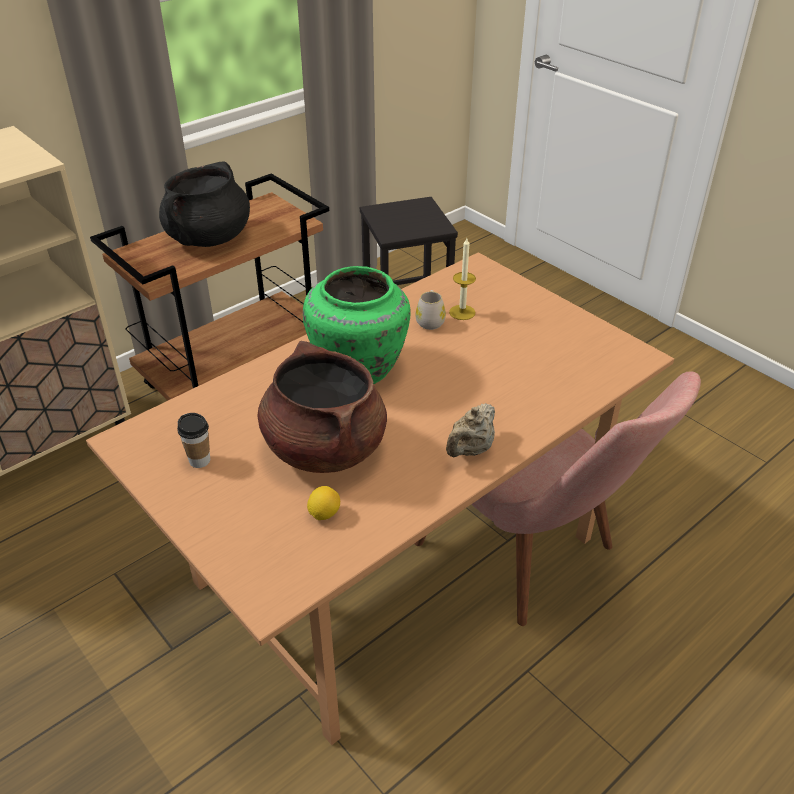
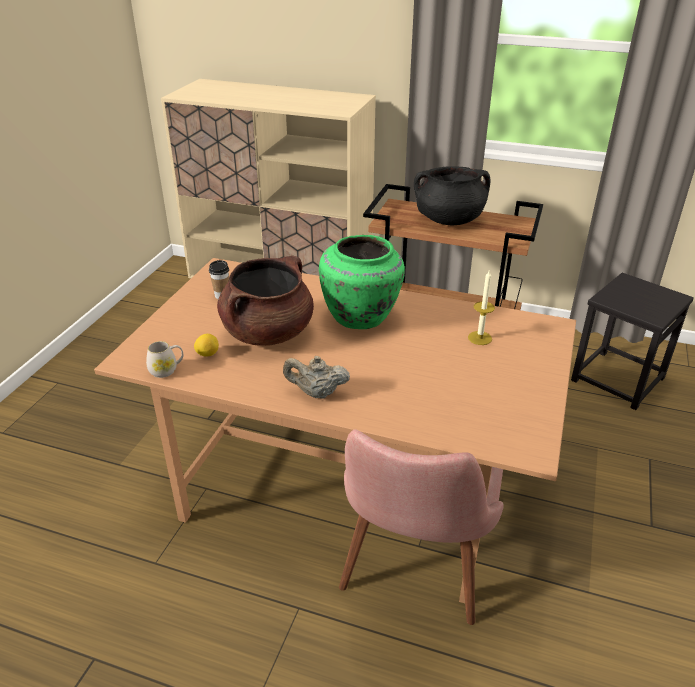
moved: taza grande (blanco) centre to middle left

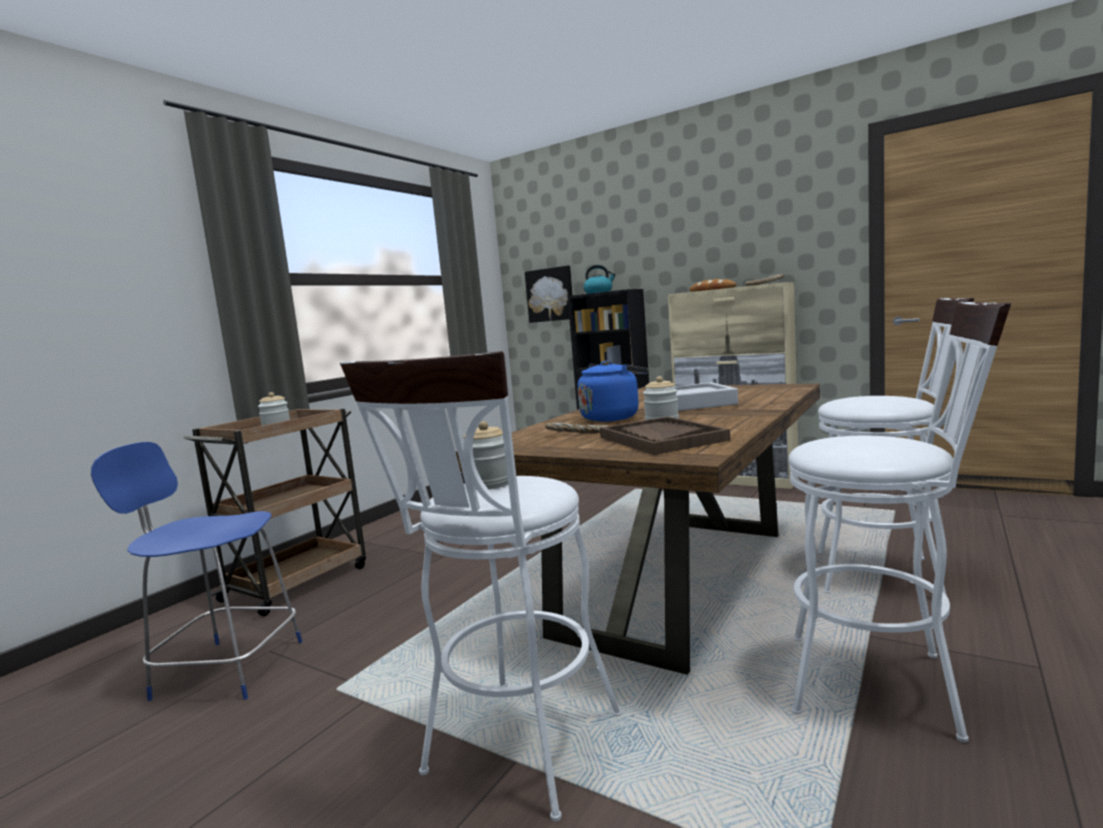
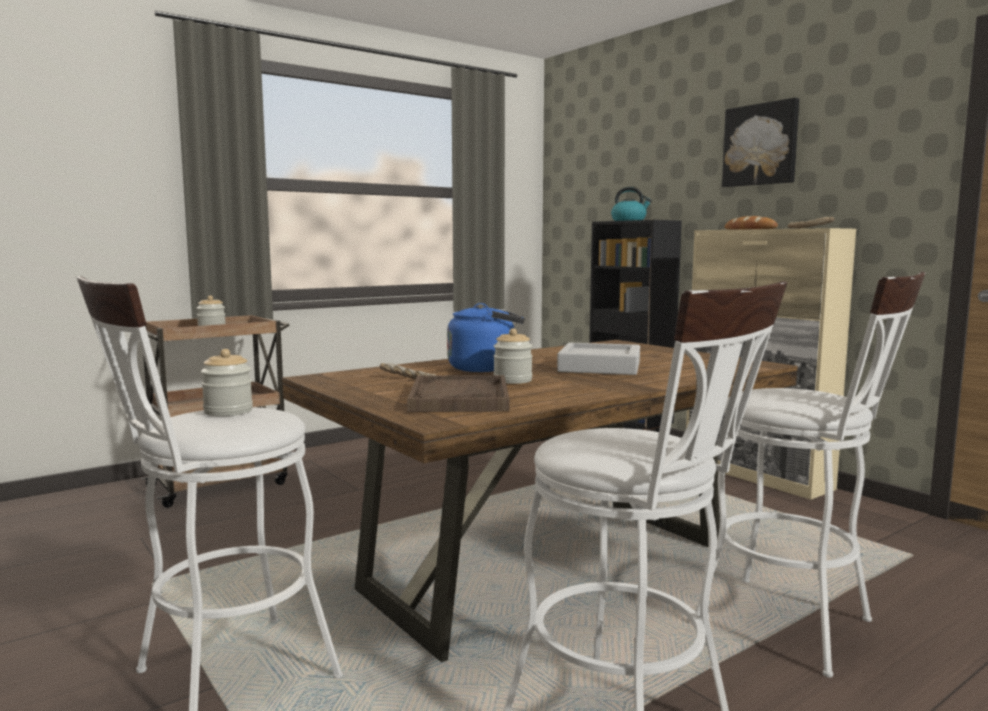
removed: silla (azul) bottom left
moved: cuadro centre to top right

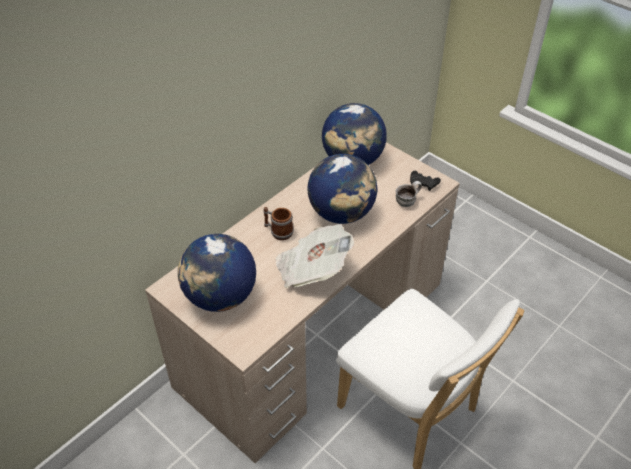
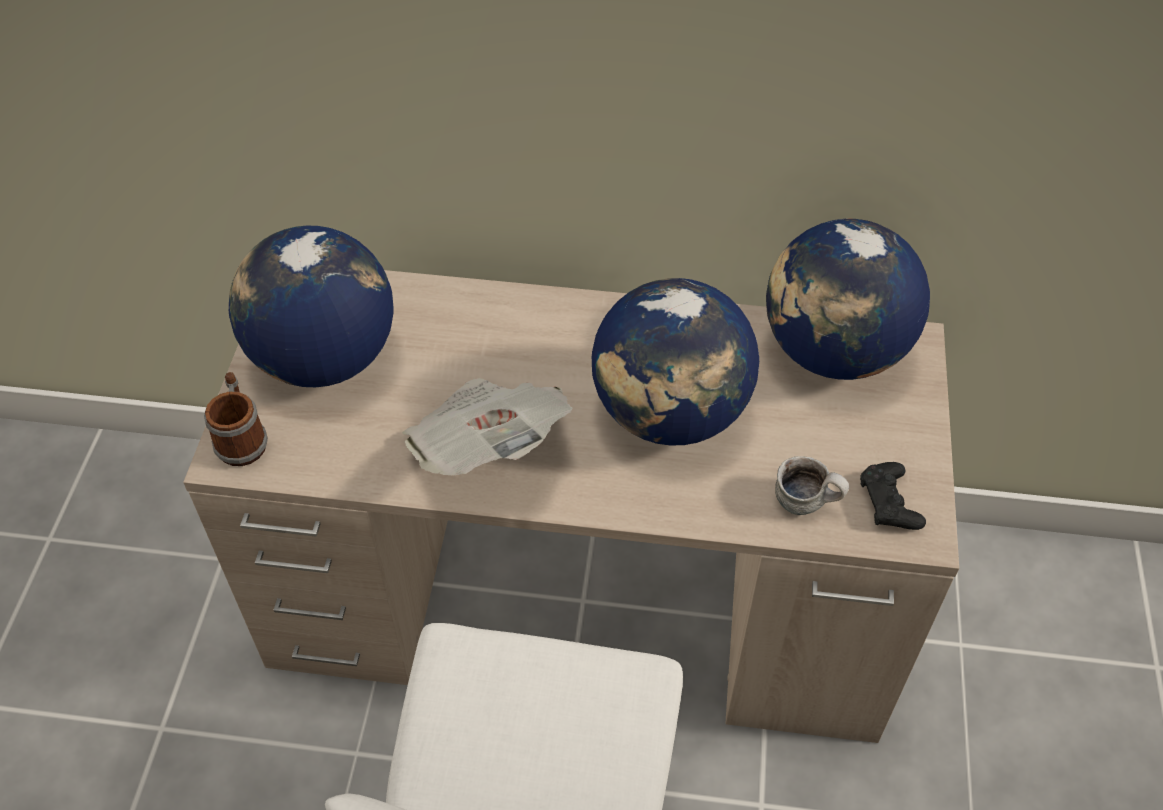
moved: taza grande (1st from left) centre to middle left

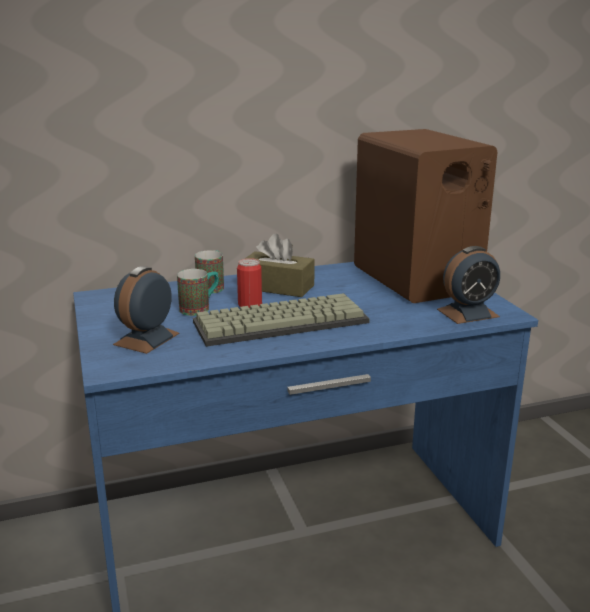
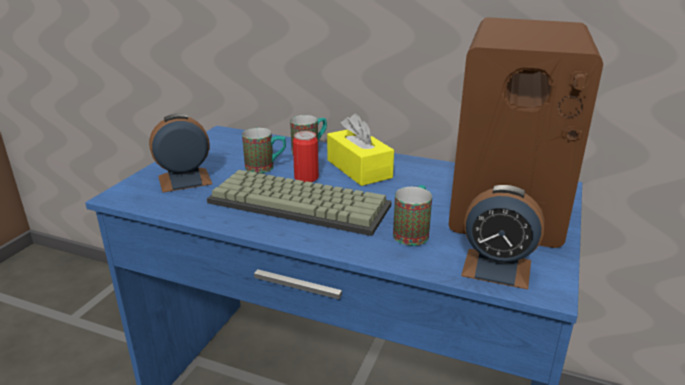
added: taza grande (3rd from left) centre
recoloured: caja de pañuelos (marrón) centre to caja de pañuelos (amarillo) centre

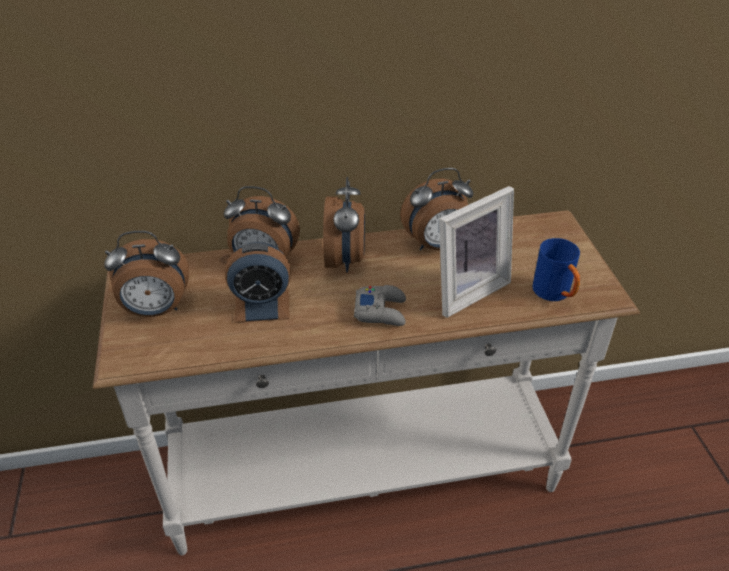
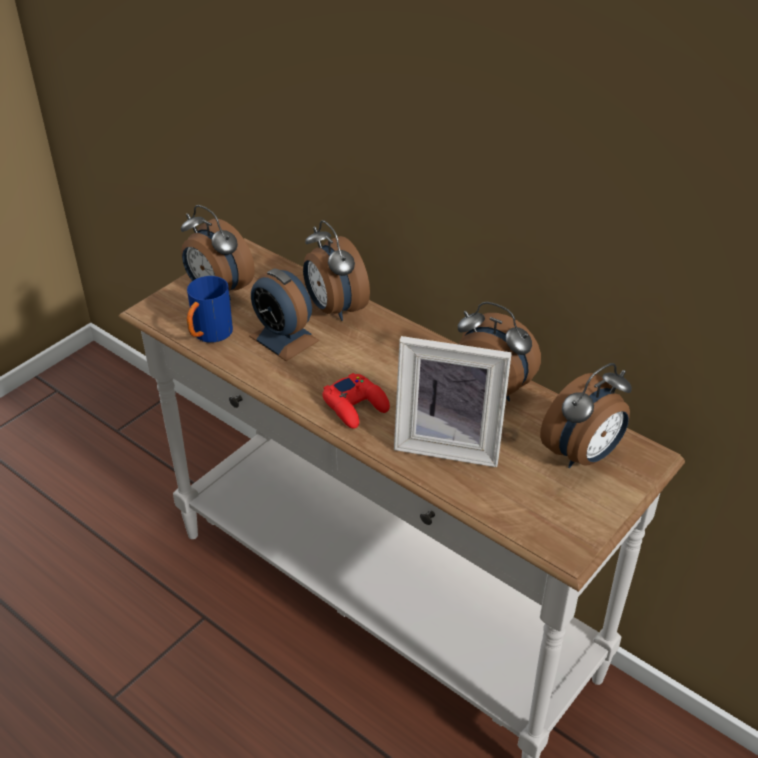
moved: taza grande (azul) middle right to middle left; despertador (4th from left in the first image) centre to despertador (5th from left) middle right
recoloured: mando de consola (gris) centre to mando de consola (rojo) centre

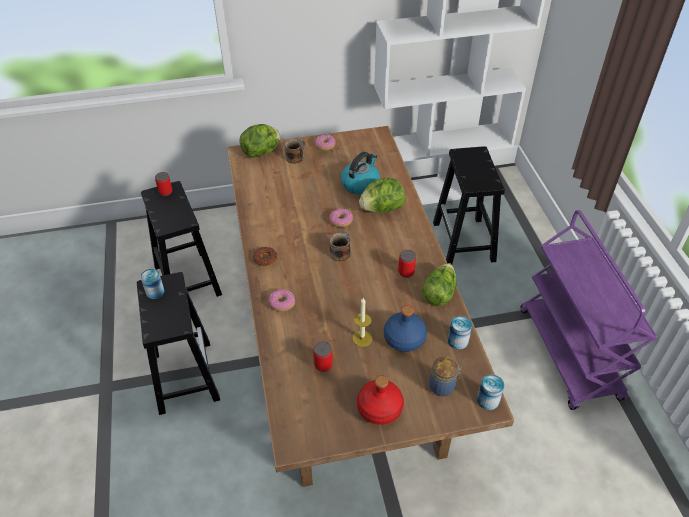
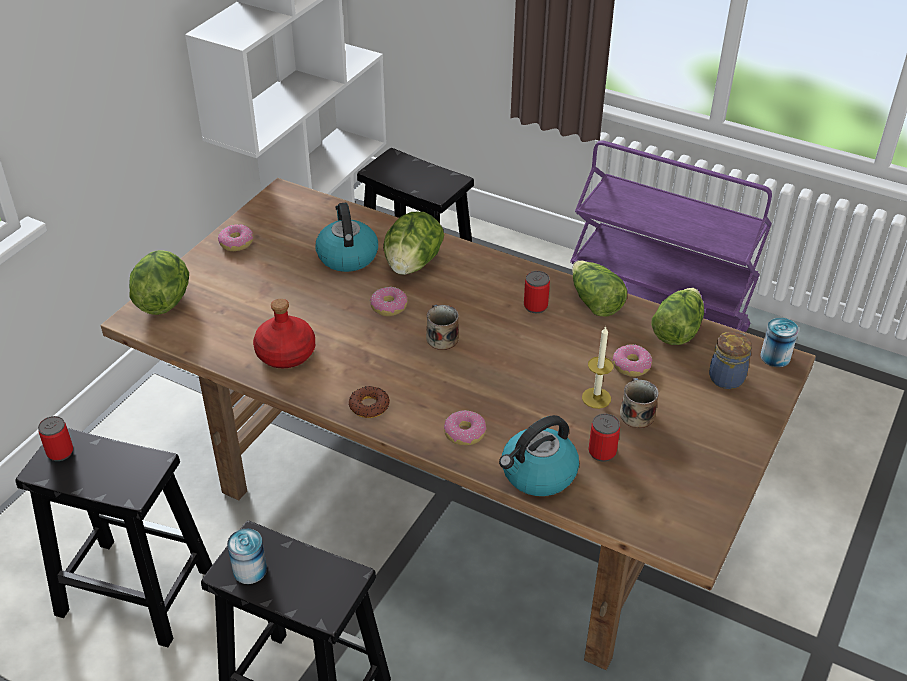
added: hervidor (2nd from left) bottom centre
moved: botella (rojo) bottom centre to middle left; taza grande (1st from left in the first image) top centre to taza grande (2nd from left) middle right
replaced: botella (azul) centre to rosquilla (5th from left) middle right; lata (5th from left) middle right to lechuga (4th from left) middle right

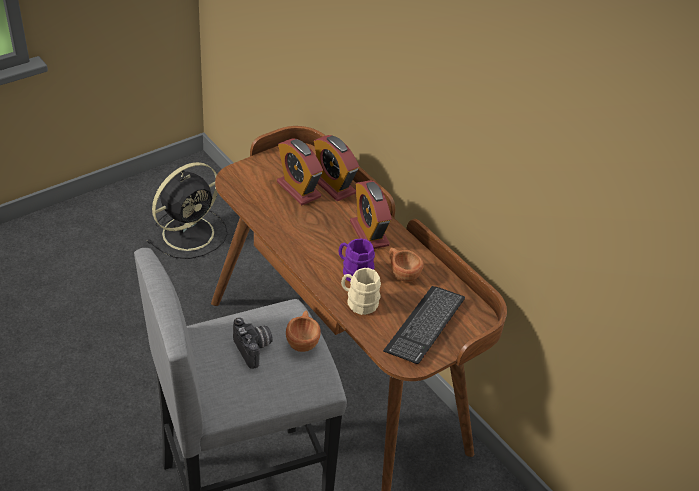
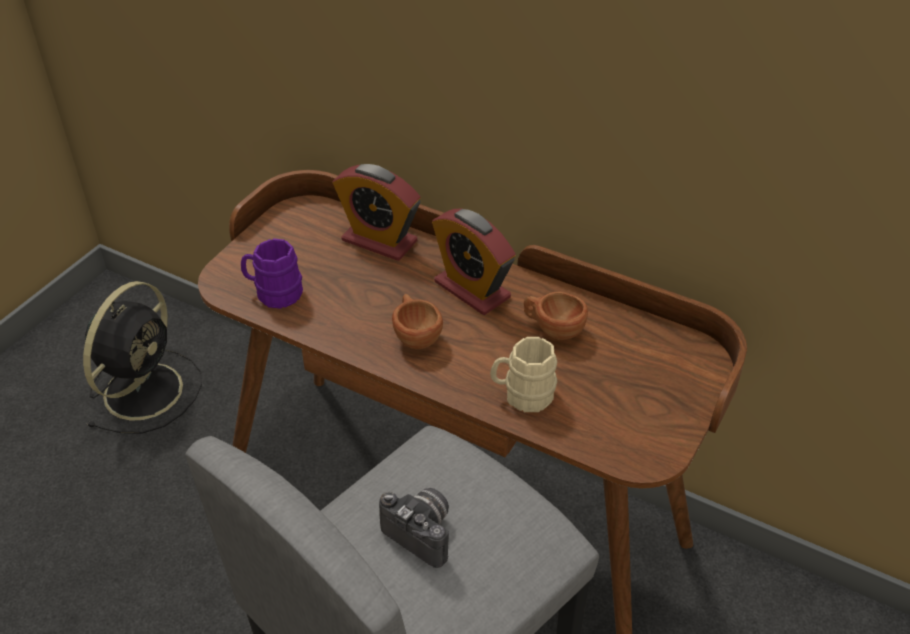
removed: despertador (1st from left) centre; teclado centre
moved: taza grande (morado) centre to middle left; taza (marrón) (1st from left) bottom centre to centre

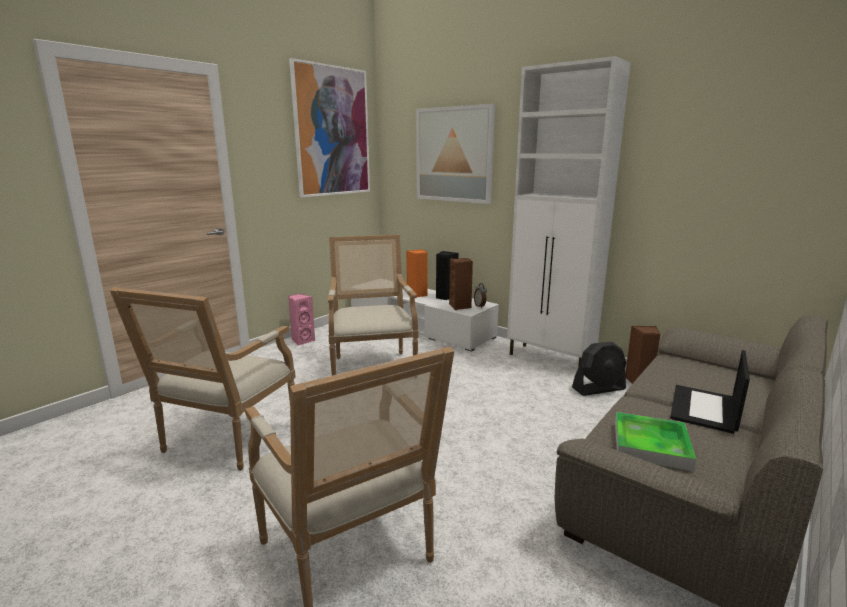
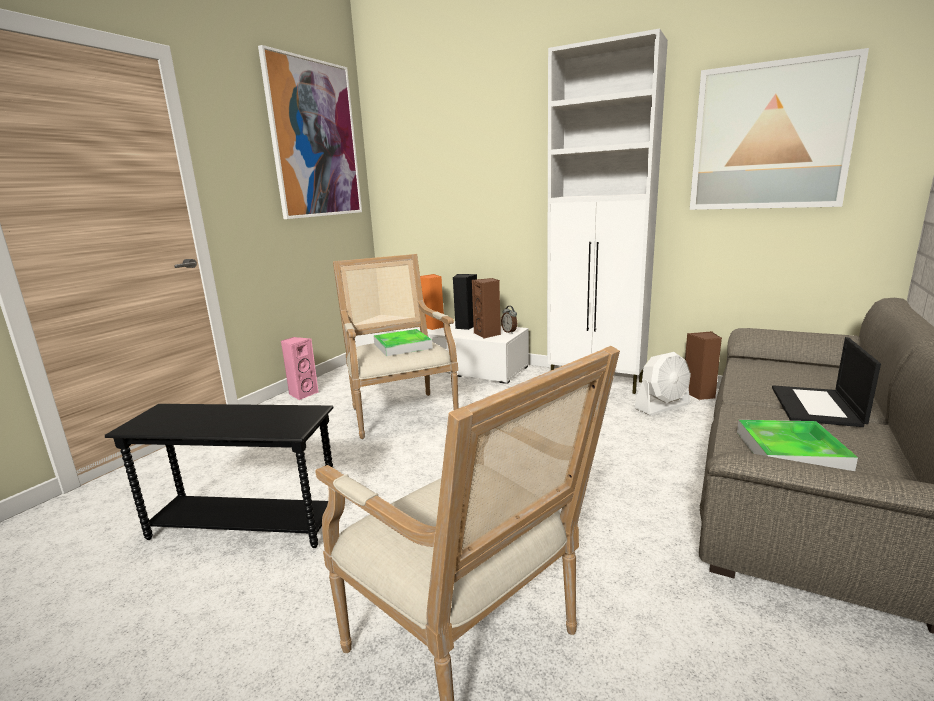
added: bandeja (1st from left) centre
moved: cuadro (2nd from left) top centre to top right
replaced: sillón (1st from left) middle left to mesa auxiliar (negro) bottom left
recoloured: ventilador (negro) middle right to ventilador (blanco) middle right

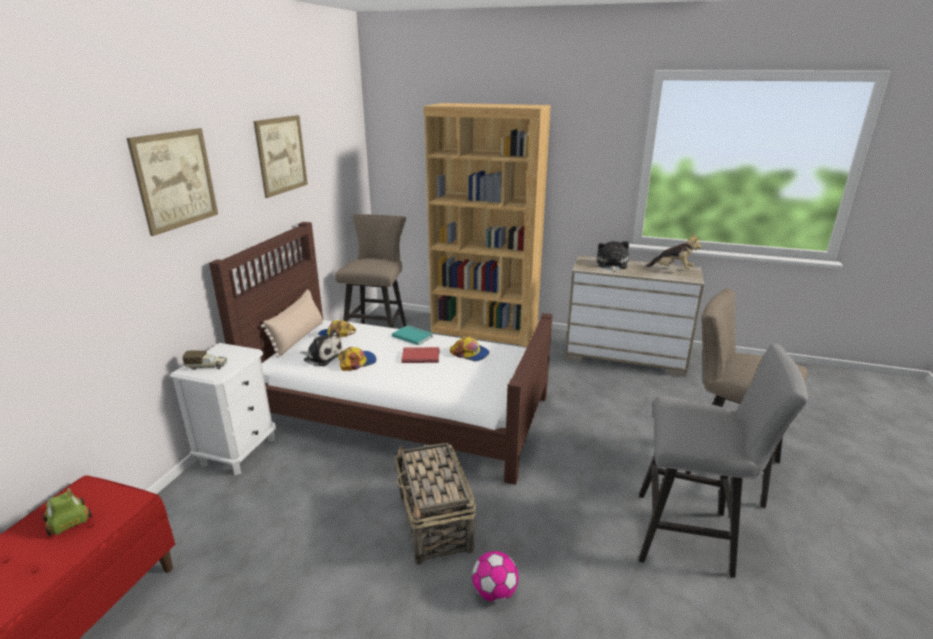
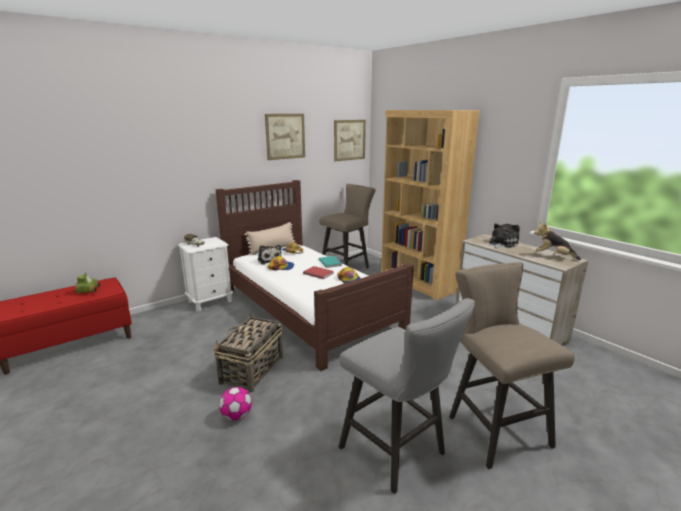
moved: cuadro (1st from left in the first image) top left to cuadro (2nd from left) top centre
turned: peluche (3rd from left) middle right = middle right 150 degrees clockwise

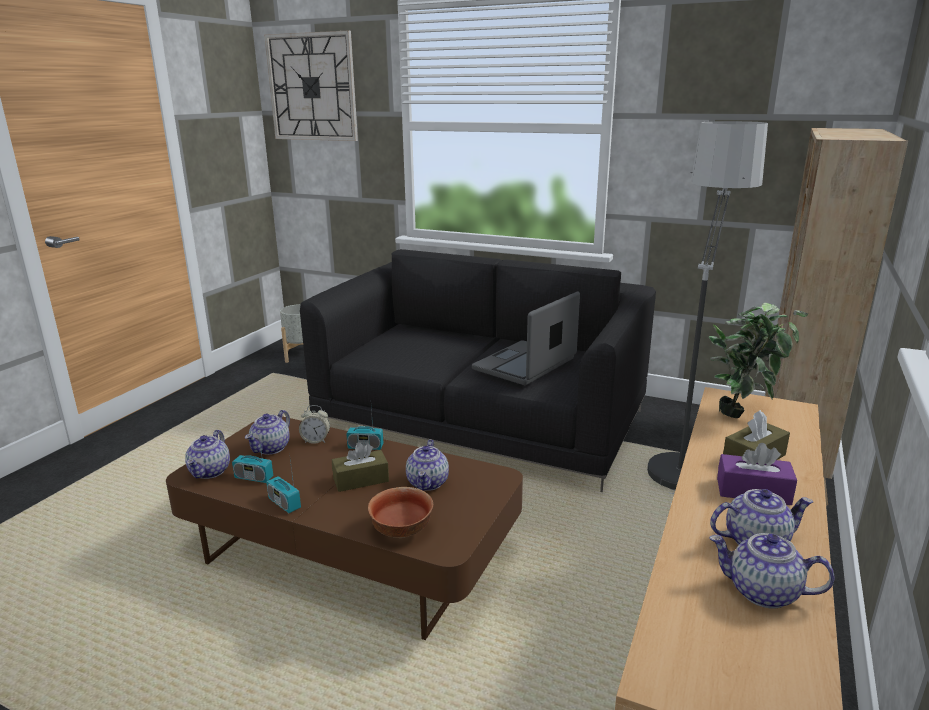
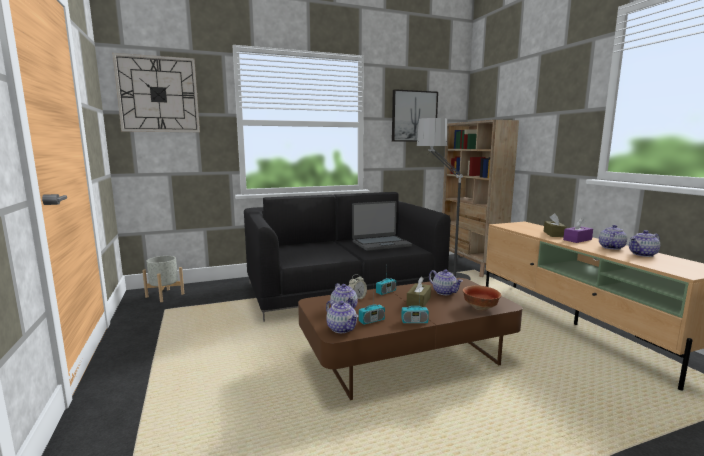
removed: planta en maceta middle right
added: cuadro top centre
turned: portátil centre = centre 105 degrees counterclockwise

